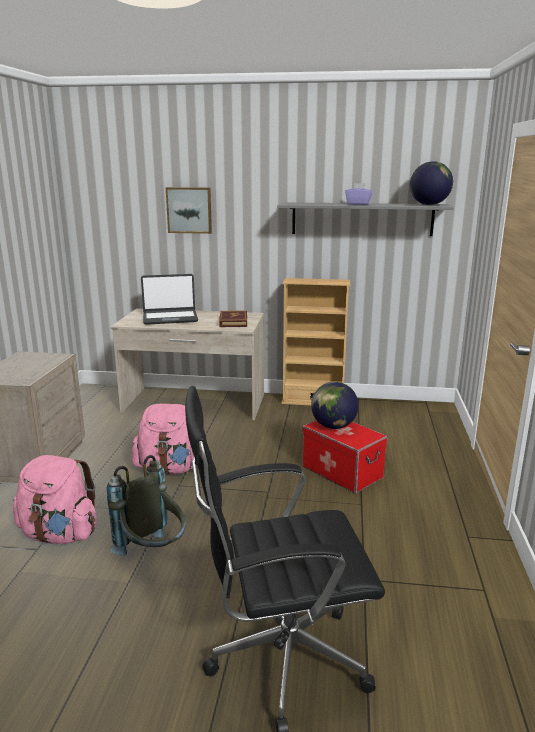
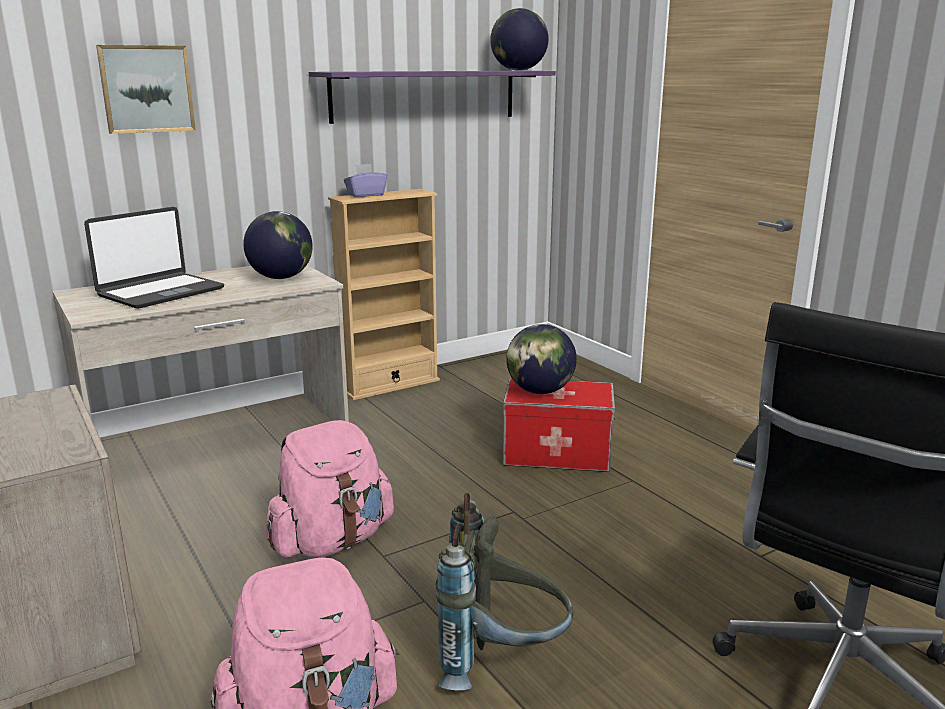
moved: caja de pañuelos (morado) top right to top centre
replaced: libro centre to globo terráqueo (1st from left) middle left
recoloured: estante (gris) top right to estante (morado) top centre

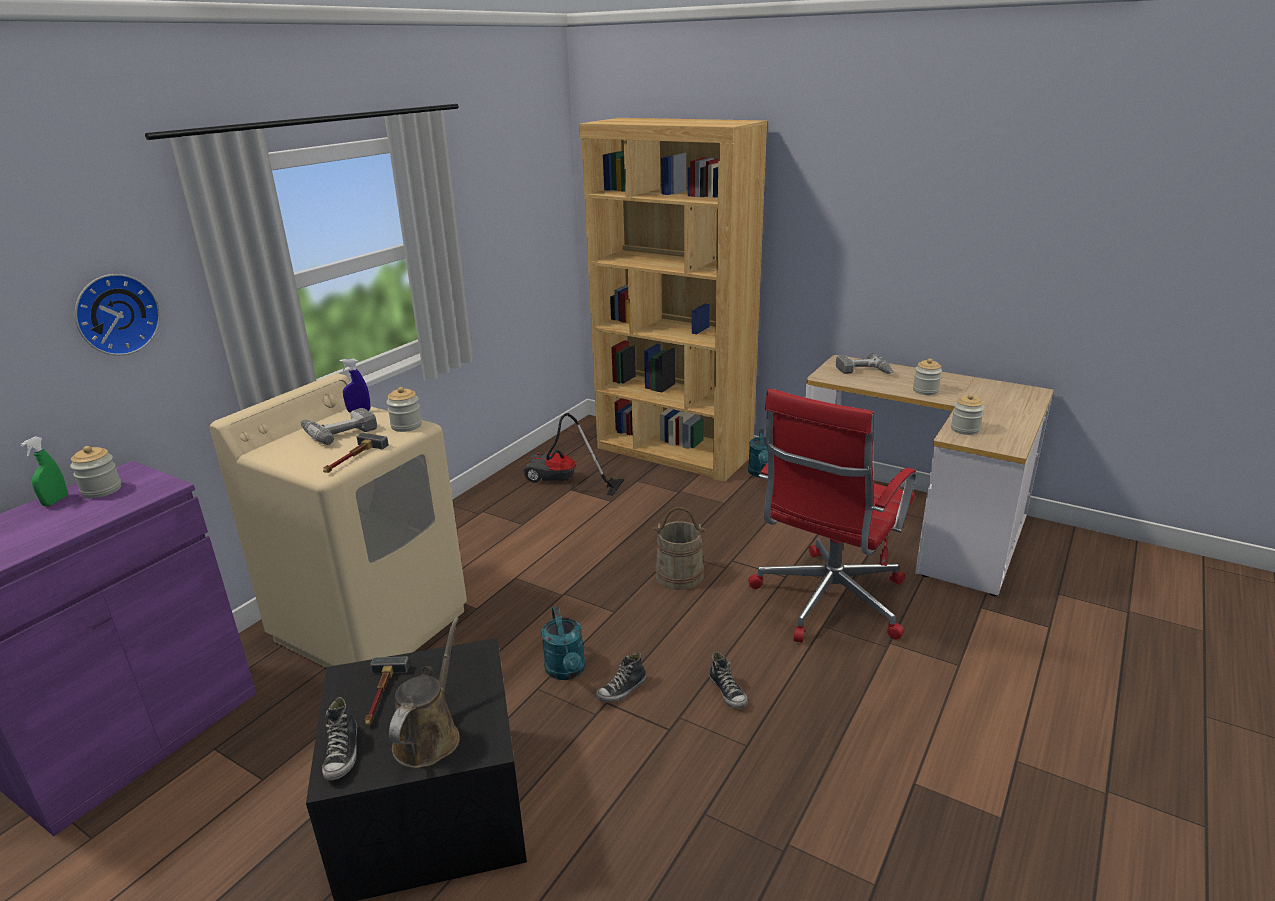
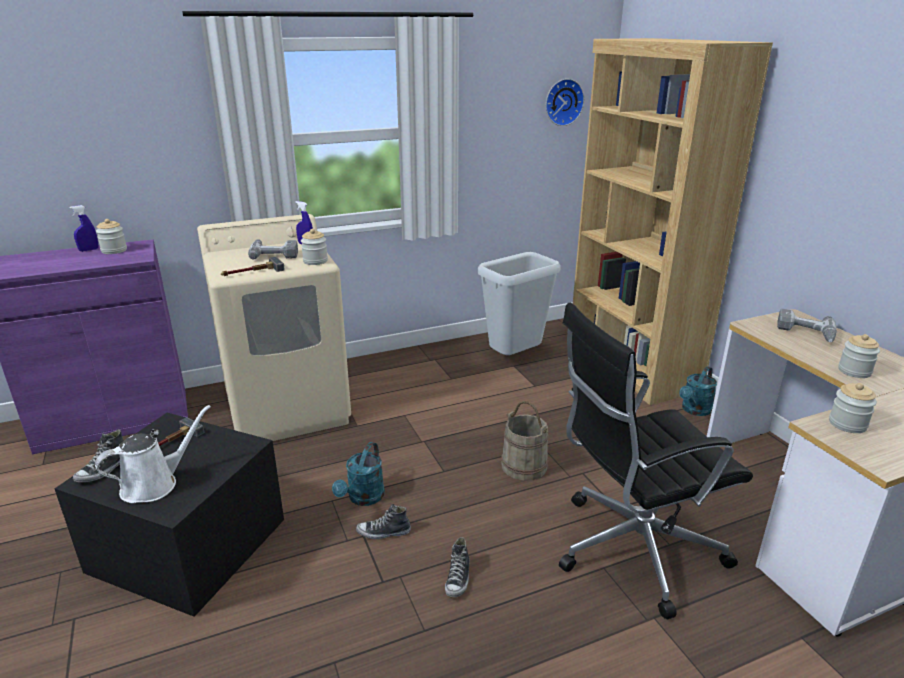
moved: reloj de pared middle left to top centre
replaced: aspiradora centre to papelera (gris) centre
recoloured: pulverizador (verde) middle left to pulverizador (azul) (1st from left) middle left; regadera (marrón) bottom left to regadera (blanco) bottom left; silla de oficina (rojo) centre to silla de oficina (negro) bottom right

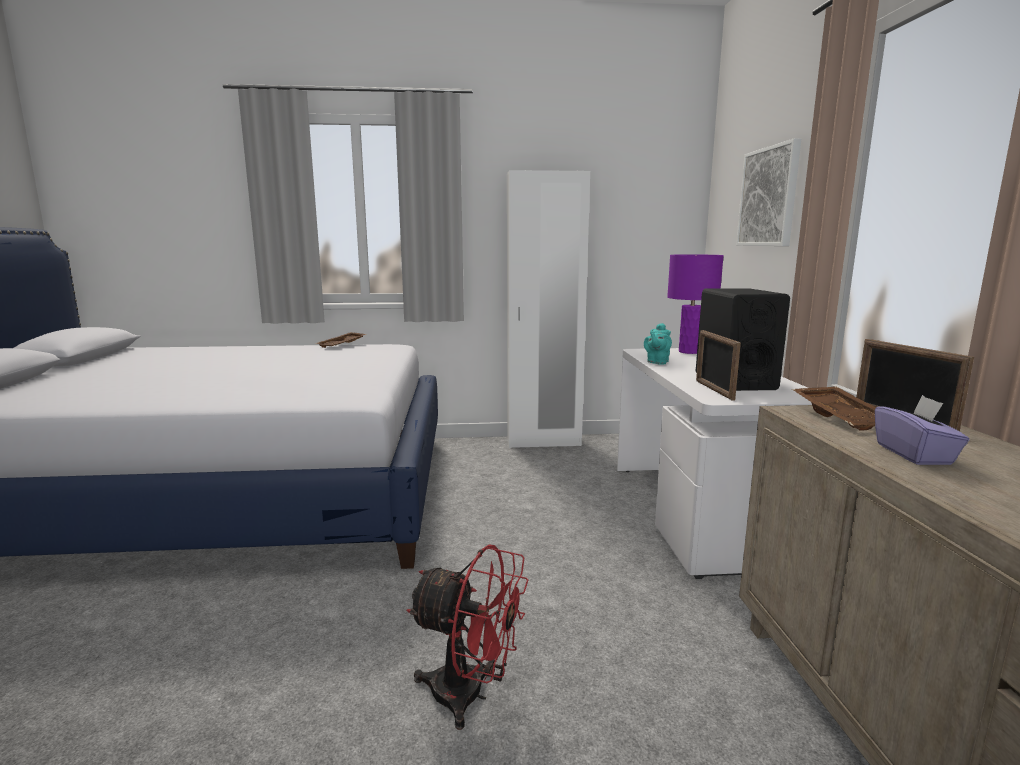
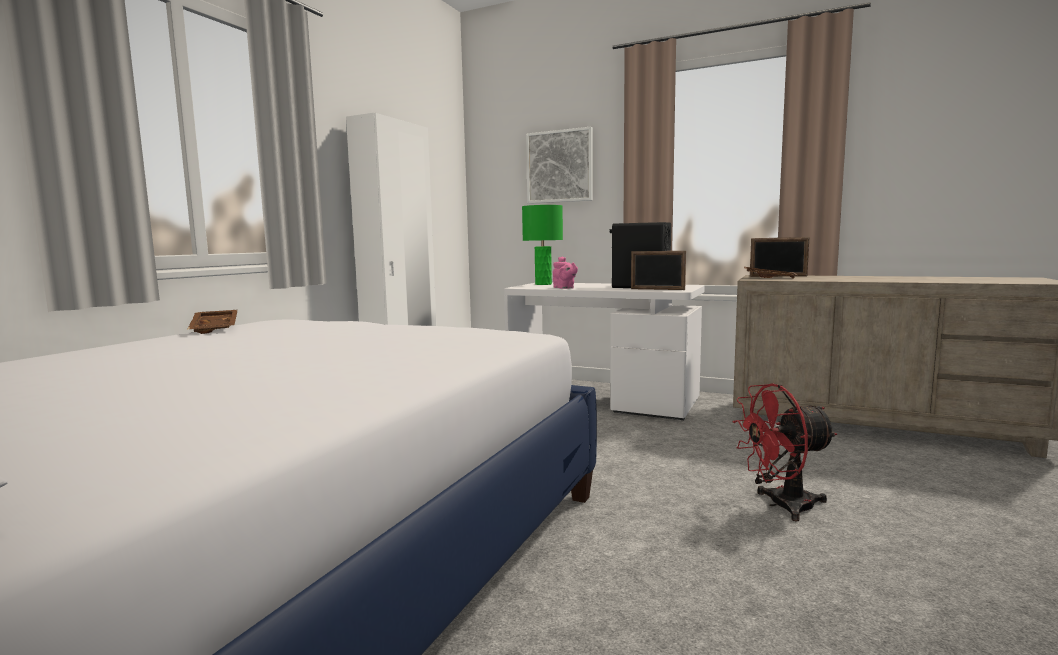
removed: caja de pañuelos (morado) middle right
recoloured: lámpara de mesa (morado) middle right to lámpara de mesa (verde) centre; tetera (turquesa) centre to tetera (rosa) centre
turned: ventilador (rojo) bottom centre = bottom right 150 degrees counterclockwise

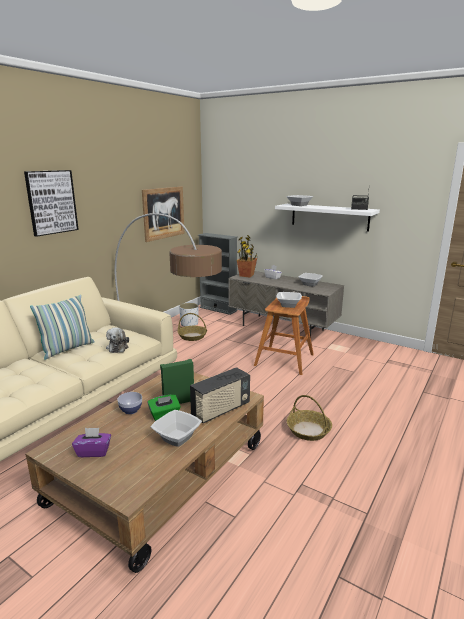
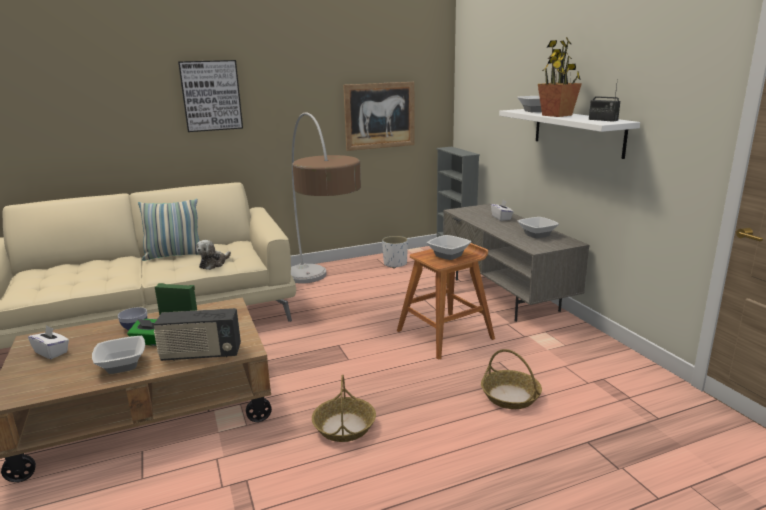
moved: cesta (1st from left in the first image) centre to cesta (2nd from left) bottom right; planta en maceta centre to top right
recoloured: caja de pañuelos (morado) bottom left to caja de pañuelos (blanco) (1st from left) bottom left

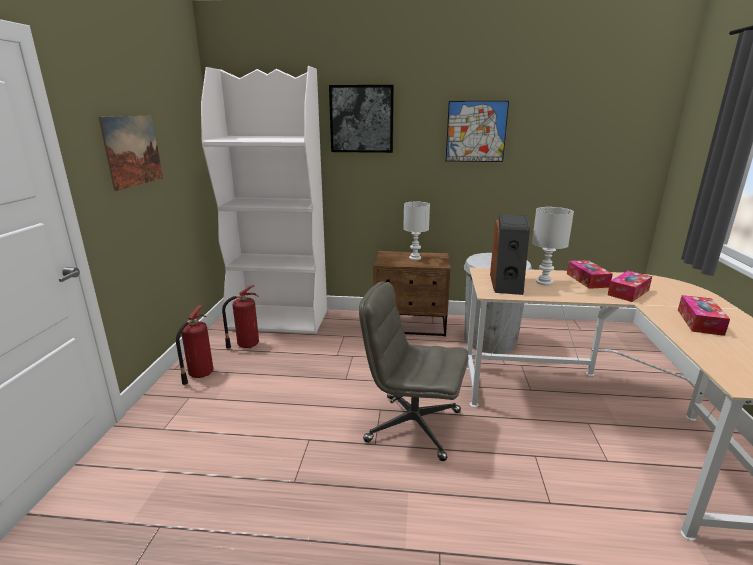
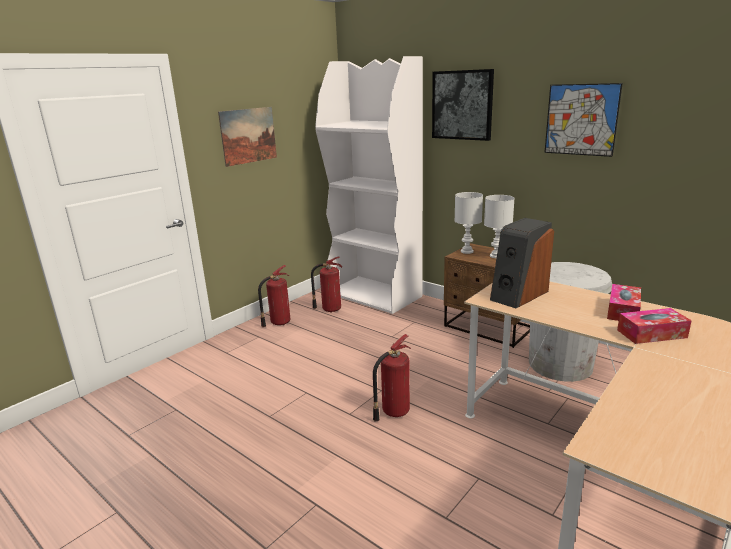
removed: caja de pañuelos (3rd from left) middle right
moved: lámpara de mesa (blanco) (2nd from left in the first image) middle right to lámpara de mesa (blanco) (1st from left) centre
replaced: silla de oficina (gris) centre to extintor (3rd from left) bottom centre

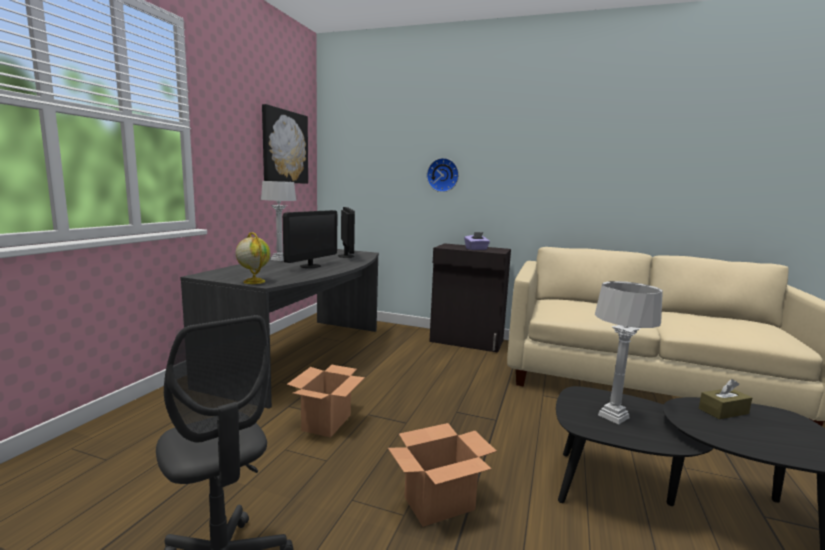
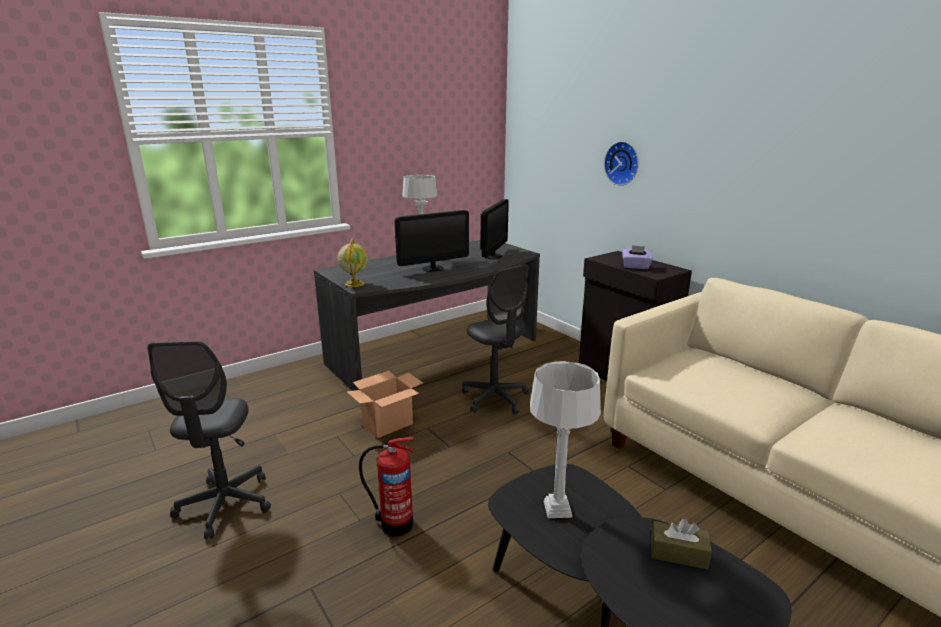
removed: cuadro top centre
added: silla de oficina (gris) (2nd from left) centre
replaced: caja de cartón (2nd from left) bottom centre to extintor bottom centre

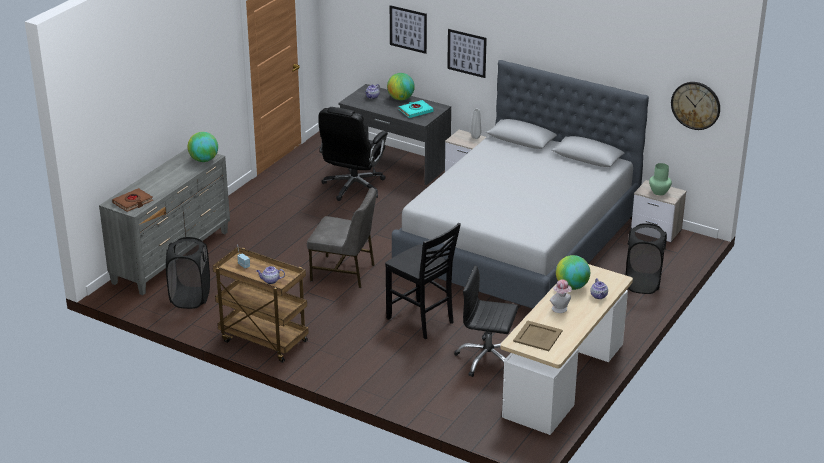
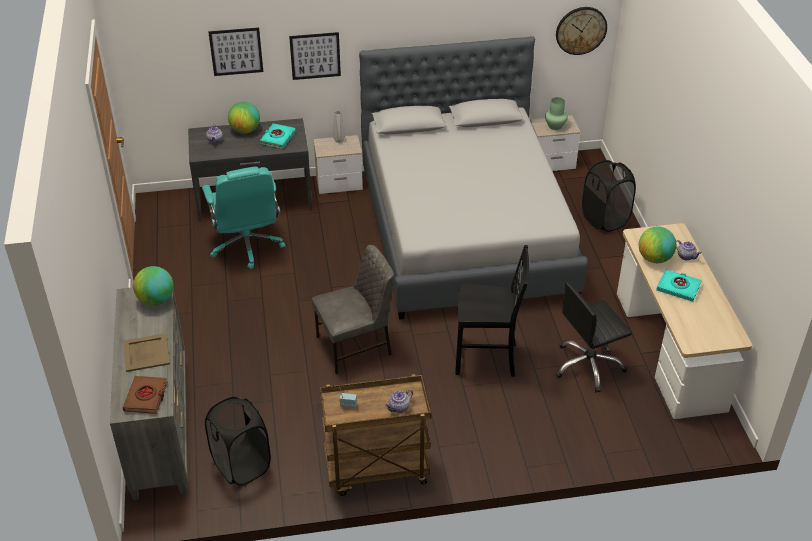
moved: bandeja (beis) bottom centre to middle left
replaced: sombrero middle right to libro (turquesa) (2nd from left) middle right
recoloured: silla de oficina (negro) (1st from left) top centre to silla de oficina (turquesa) middle left

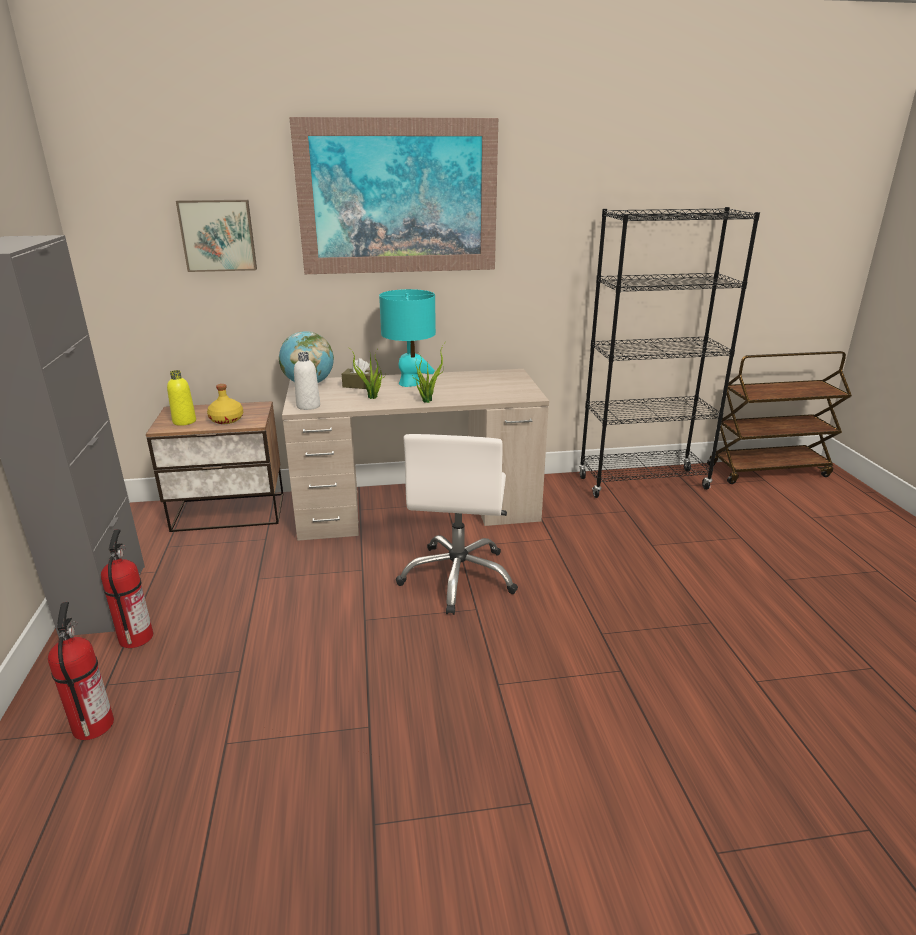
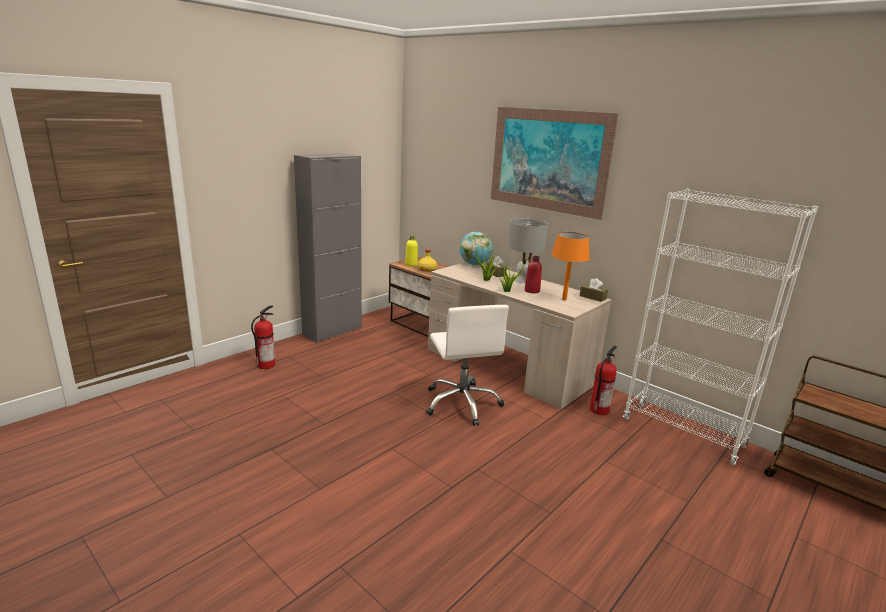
removed: cuadro (1st from left) top left; botella (blanco) centre
added: botella (rojo) centre; lámpara de mesa (naranja) centre; caja de pañuelos (marrón) (2nd from left) middle right
moved: extintor (2nd from left) middle left to middle right
recoloured: lámpara de mesa (turquesa) centre to lámpara de mesa (gris) centre; estantería (negro) middle right to estantería (blanco) middle right
turned: silla de oficina (blanco) centre = centre 75 degrees counterclockwise

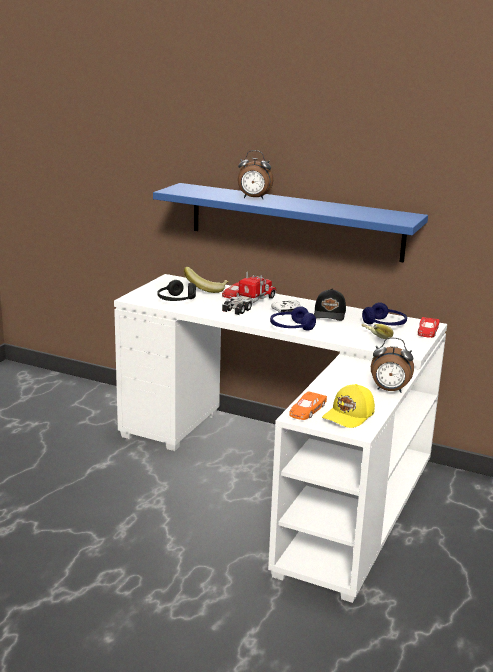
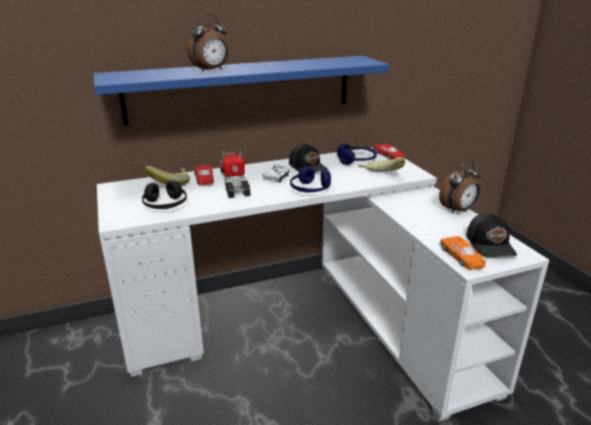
recoloured: gorra (amarillo) middle right to gorra (negro) (2nd from left) middle right

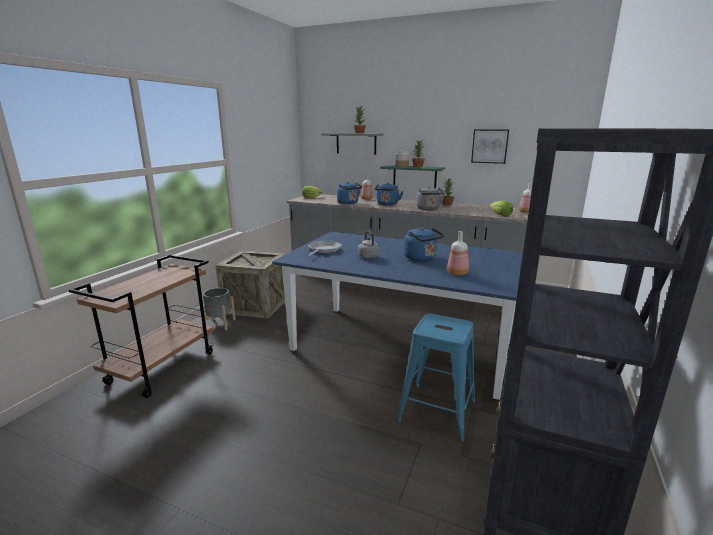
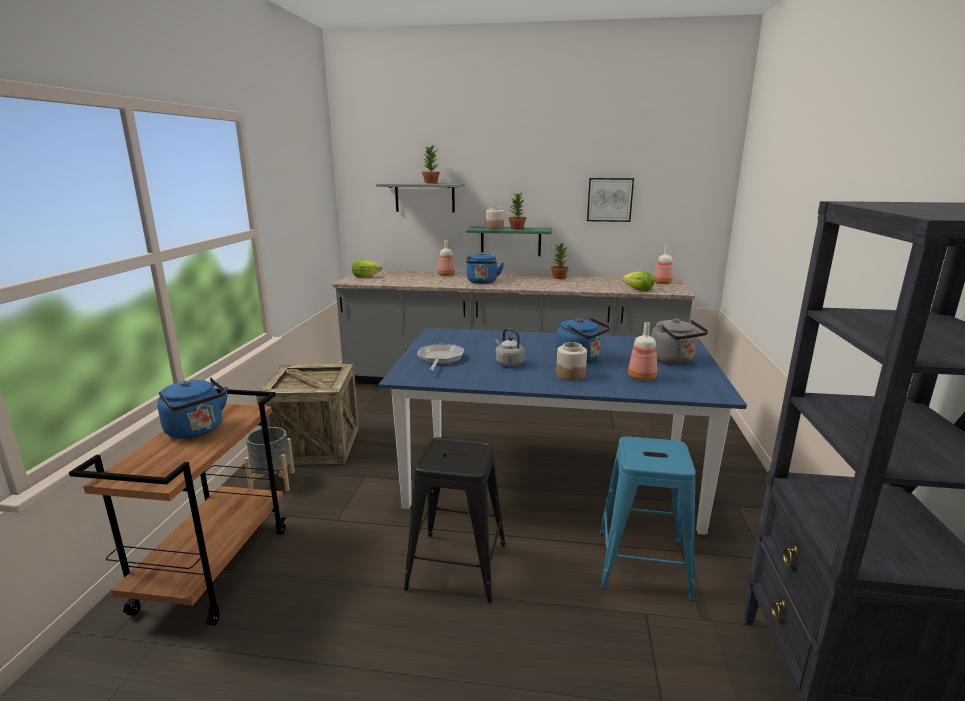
added: taburete (negro) bottom centre; tarro (2nd from left) centre
moved: hervidor (azul) (1st from left) centre to middle left; hervidor (gris) (2nd from left) centre to middle right

